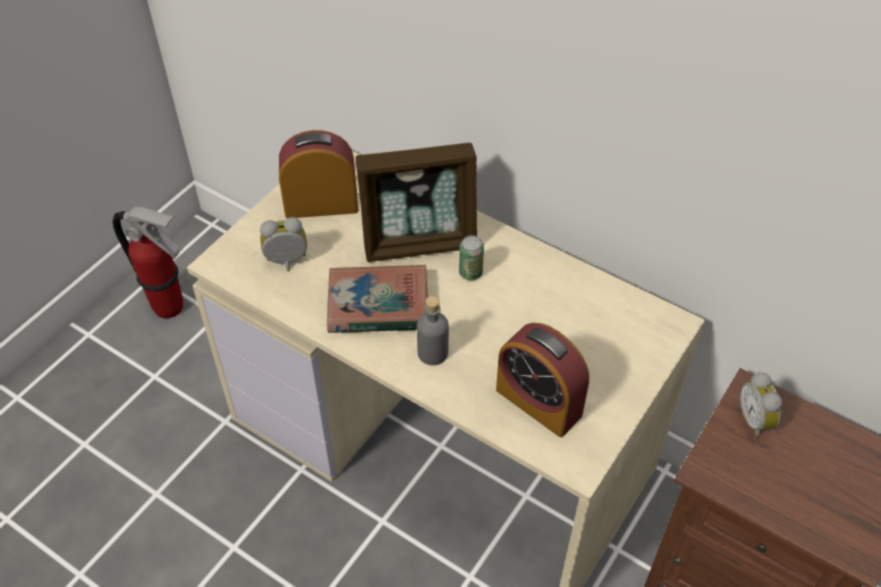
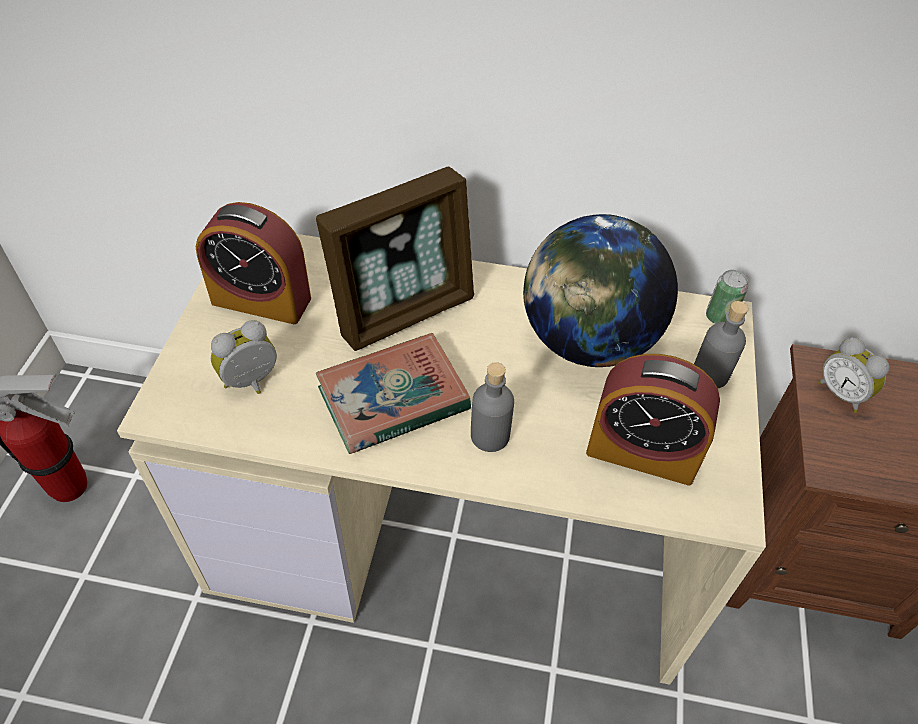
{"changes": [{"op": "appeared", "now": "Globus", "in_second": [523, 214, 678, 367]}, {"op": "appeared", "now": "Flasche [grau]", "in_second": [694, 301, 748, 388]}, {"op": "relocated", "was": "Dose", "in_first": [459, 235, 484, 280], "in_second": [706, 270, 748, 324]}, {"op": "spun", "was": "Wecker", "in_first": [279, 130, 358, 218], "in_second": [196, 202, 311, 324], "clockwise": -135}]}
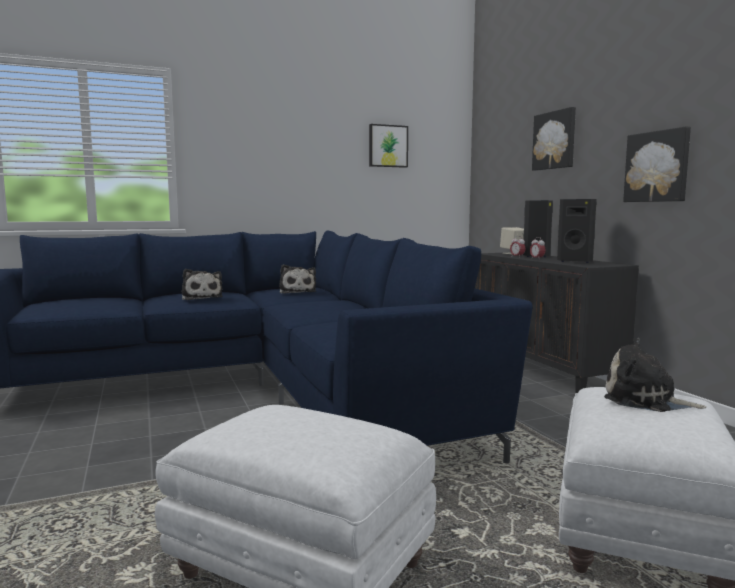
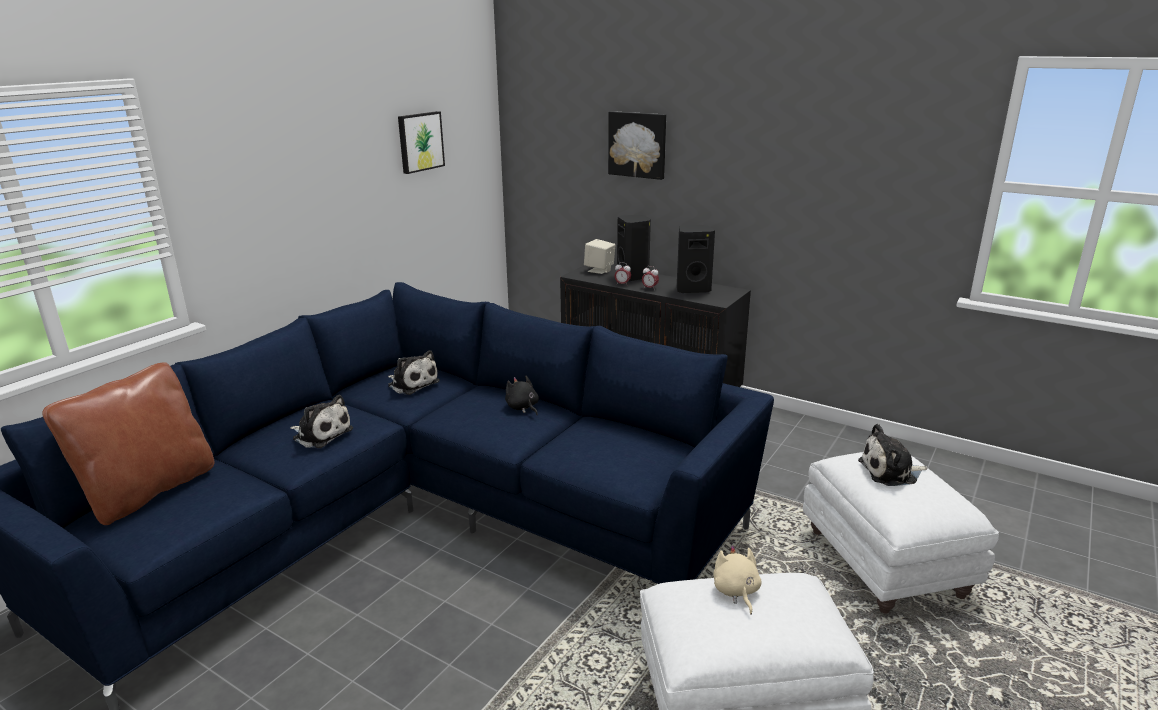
{"changes": [{"op": "missing", "was": "Bild", "in_first": [623, 127, 691, 202]}, {"op": "appeared", "now": "Kissen [braun]", "in_second": [42, 362, 214, 525]}, {"op": "appeared", "now": "Plüschtier [schwarz]", "in_second": [505, 376, 539, 415]}, {"op": "appeared", "now": "Plüschtier [beige]", "in_second": [713, 545, 762, 615]}]}
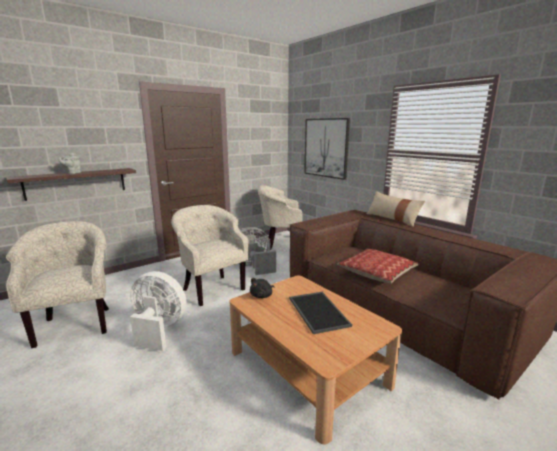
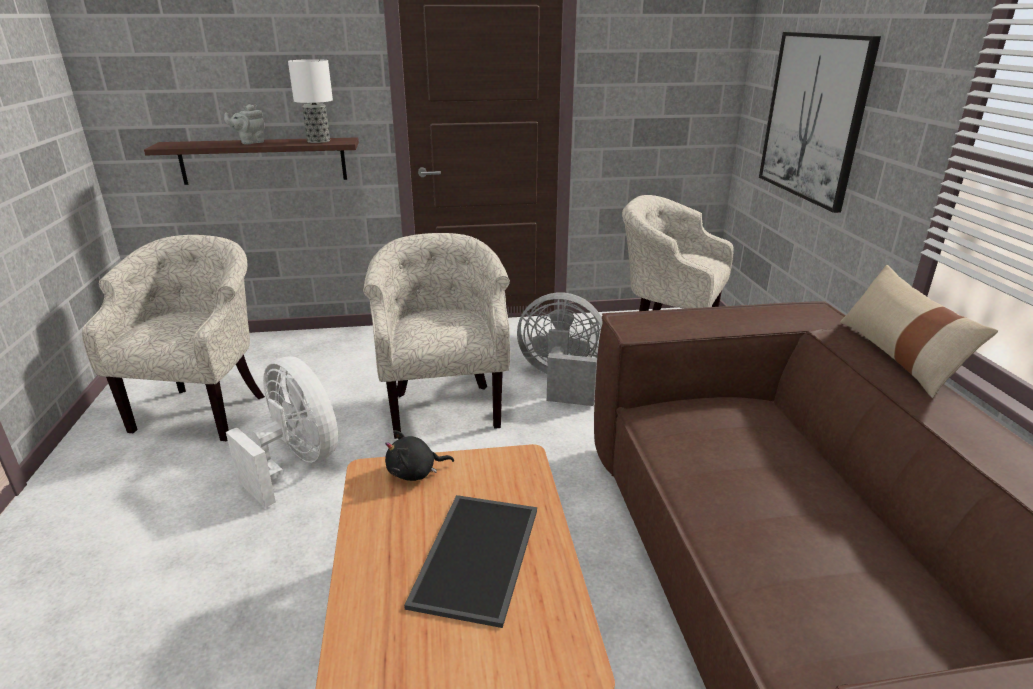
{"changes": [{"op": "missing", "was": "Kissen", "in_first": [337, 249, 419, 284]}, {"op": "appeared", "now": "Tischlampe", "in_second": [288, 59, 333, 143]}]}
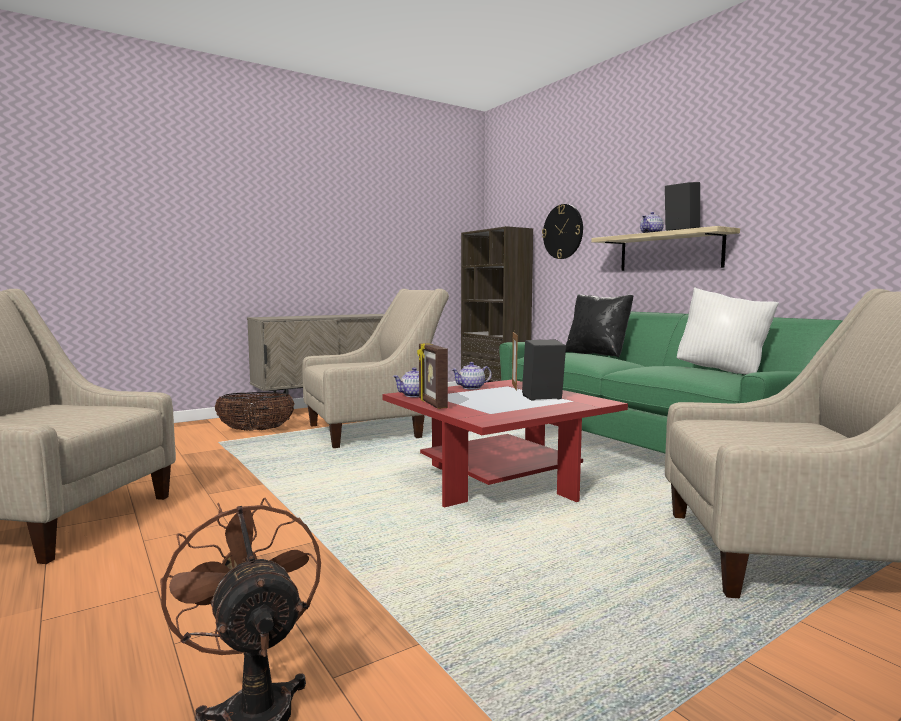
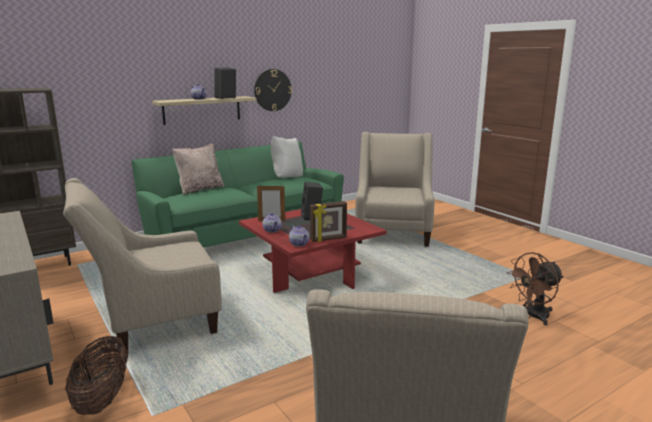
{"changes": [{"op": "relocated", "was": "Wanduhr", "in_first": [542, 204, 583, 259], "in_second": [254, 69, 292, 111]}, {"op": "colour", "was": "Kissen [schwarz]", "now": "Kissen [beige]", "in_first": [566, 294, 634, 358], "in_second": [172, 144, 224, 195]}, {"op": "spun", "was": "Sessel [beige]", "in_first": [302, 289, 449, 448], "in_second": [63, 178, 222, 353], "clockwise": -90}]}
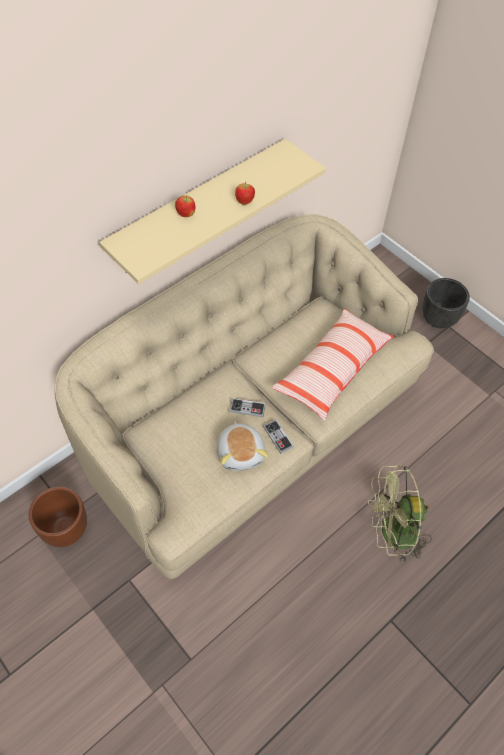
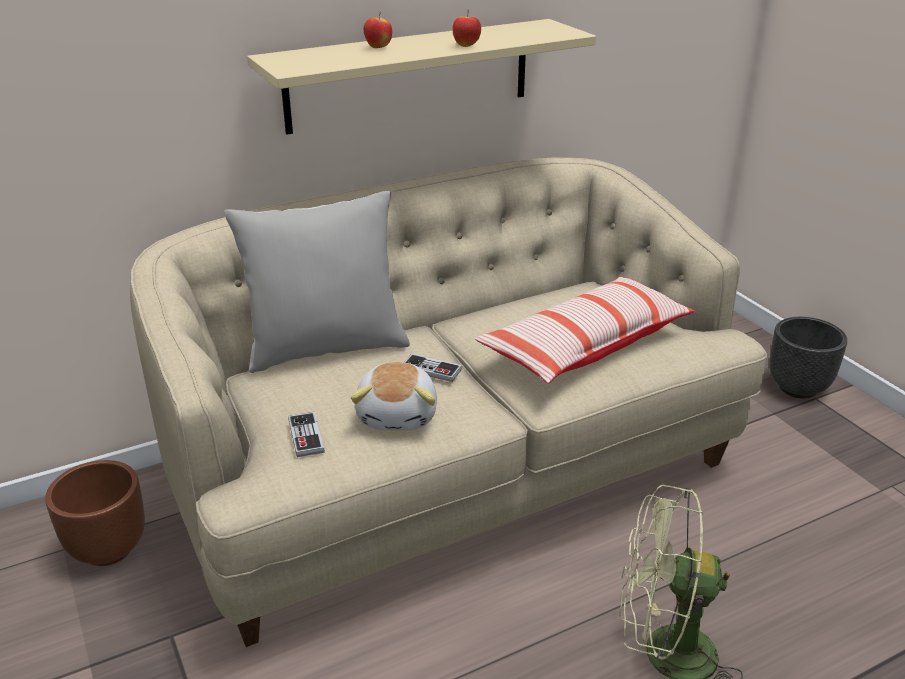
{"changes": [{"op": "appeared", "now": "Kissen [grau]", "in_second": [224, 191, 410, 373]}, {"op": "relocated", "was": "Gamepad", "in_first": [263, 420, 294, 454], "in_second": [288, 412, 325, 457]}]}
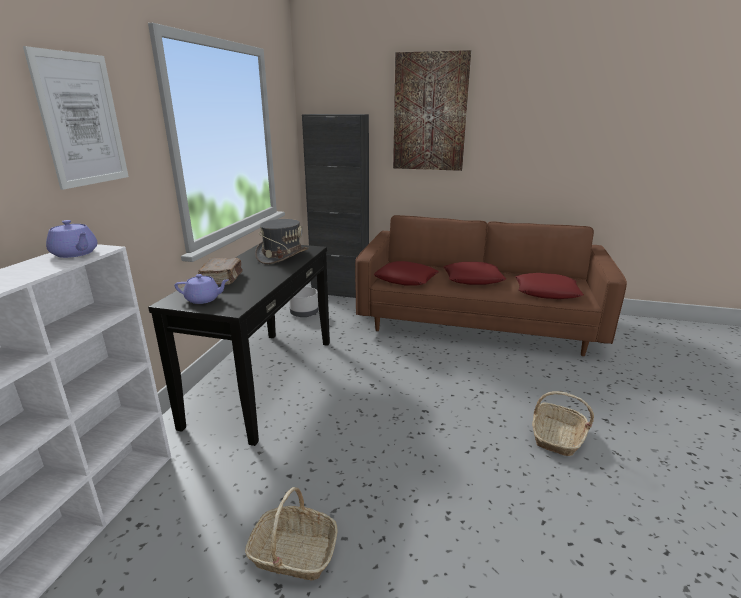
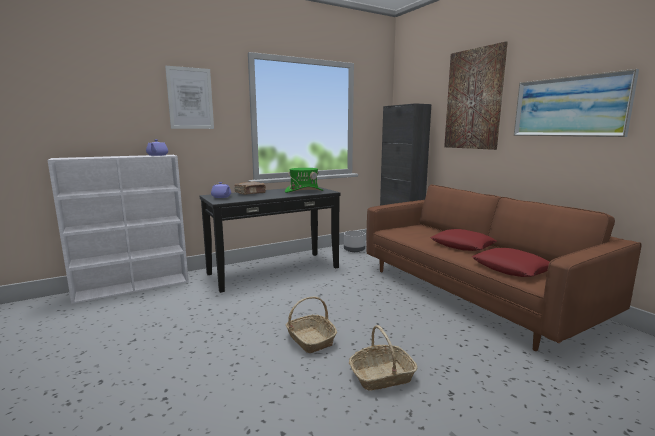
{"changes": [{"op": "missing", "was": "Kissen [rot]", "in_first": [374, 261, 439, 286]}, {"op": "appeared", "now": "Bild", "in_second": [514, 69, 639, 137]}, {"op": "relocated", "was": "Korb", "in_first": [245, 487, 338, 581], "in_second": [286, 297, 337, 353]}, {"op": "colour", "was": "Hut [grau]", "now": "Hut [grün]", "in_first": [255, 219, 308, 264], "in_second": [285, 168, 323, 193]}]}
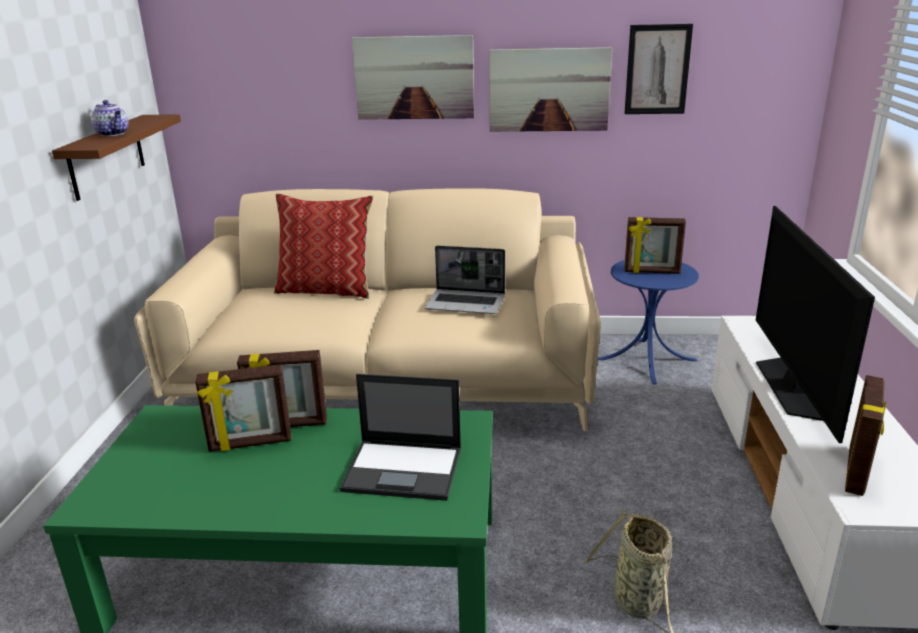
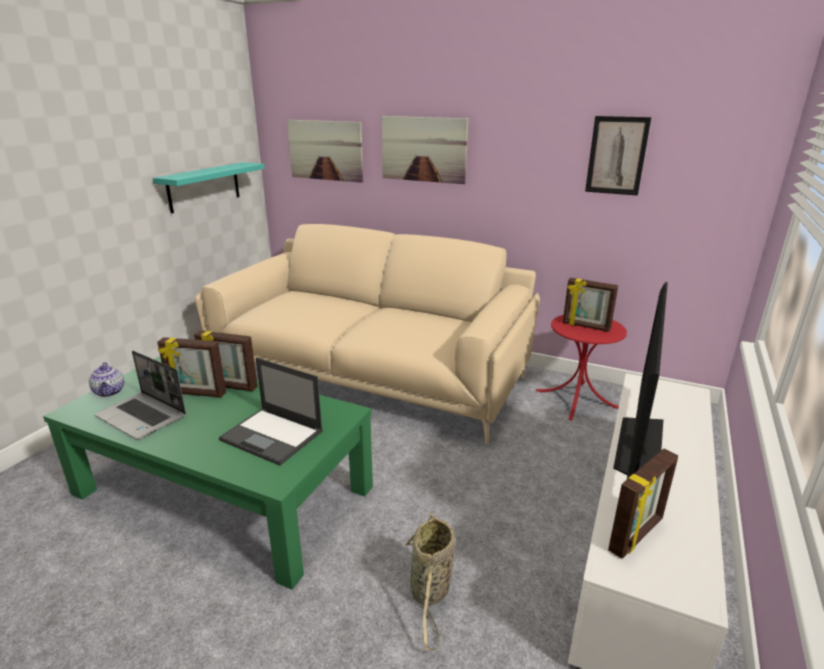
{"changes": [{"op": "missing", "was": "Kissen", "in_first": [274, 193, 373, 299]}, {"op": "relocated", "was": "Teekanne", "in_first": [91, 100, 128, 136], "in_second": [89, 362, 124, 397]}, {"op": "relocated", "was": "Laptop", "in_first": [425, 245, 505, 314], "in_second": [94, 351, 186, 440]}, {"op": "relocated", "was": "Bild", "in_first": [489, 47, 612, 132], "in_second": [287, 120, 363, 183]}, {"op": "colour", "was": "Wandregal [braun]", "now": "Wandregal [türkis]", "in_first": [52, 114, 181, 201], "in_second": [153, 162, 265, 214]}, {"op": "colour", "was": "Beistelltisch [blau]", "now": "Beistelltisch [rot]", "in_first": [598, 260, 699, 384], "in_second": [536, 315, 627, 421]}]}
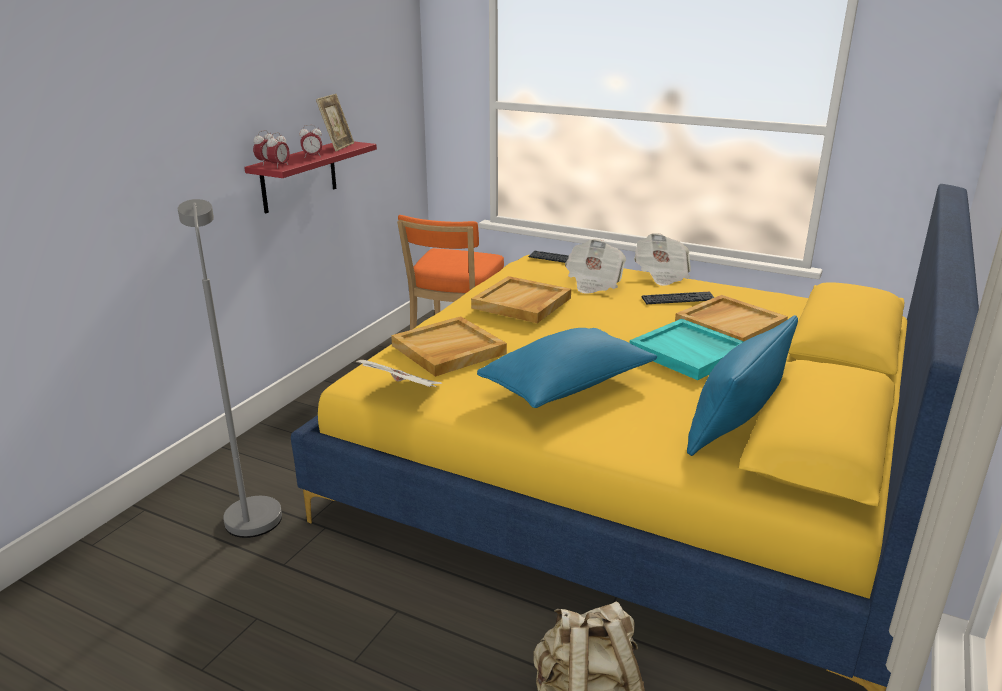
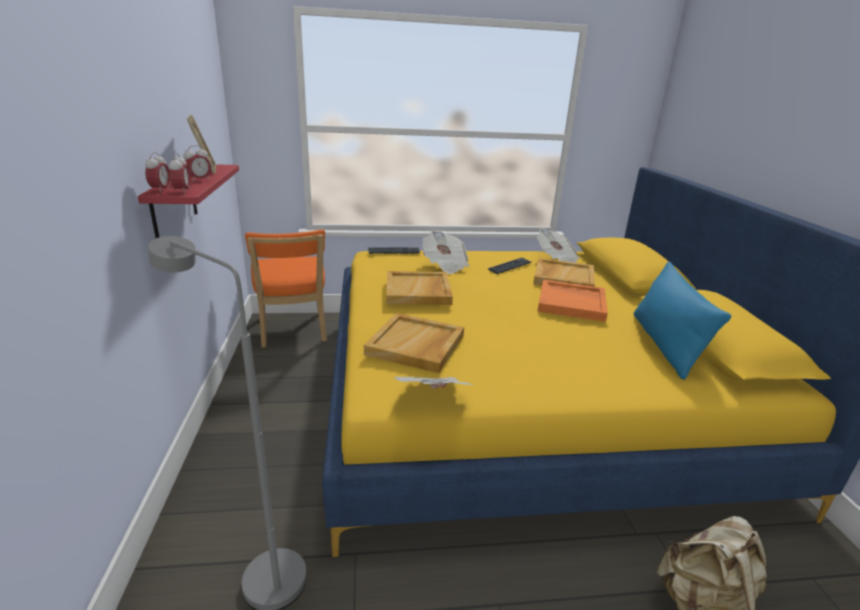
{"changes": [{"op": "missing", "was": "Kissen [blau]", "in_first": [477, 328, 657, 408]}, {"op": "relocated", "was": "Zeitung", "in_first": [634, 233, 691, 286], "in_second": [537, 228, 580, 263]}, {"op": "colour", "was": "Tablett [türkis]", "now": "Tablett [orange]", "in_first": [630, 319, 744, 380], "in_second": [538, 280, 608, 322]}]}
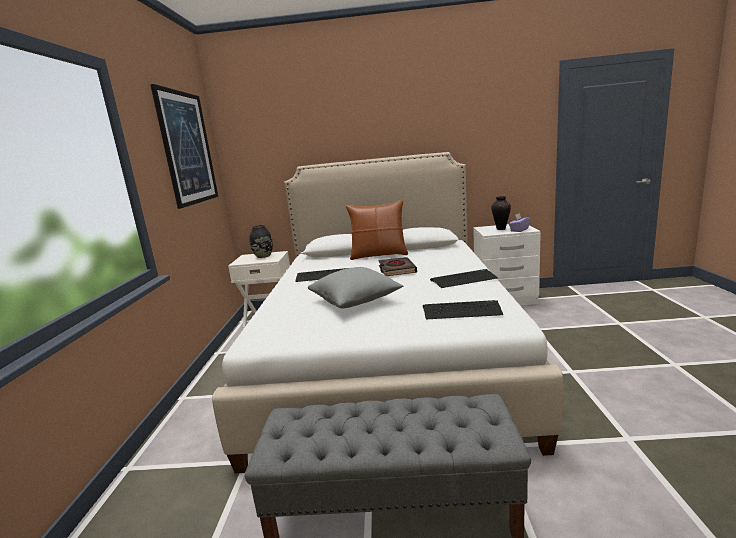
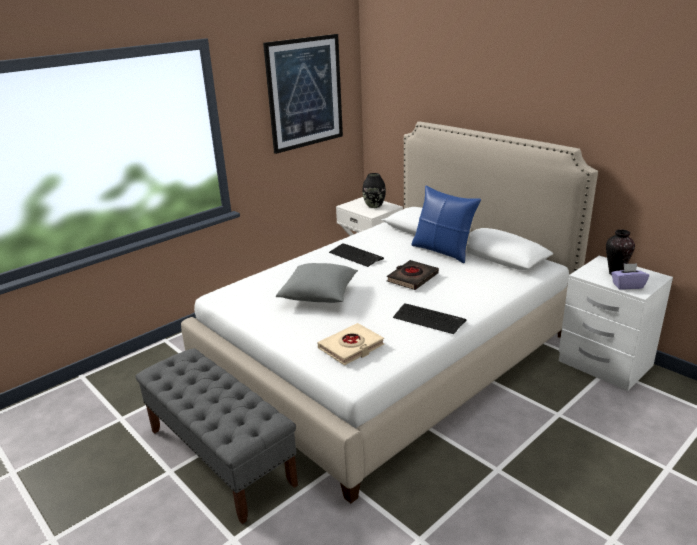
{"changes": [{"op": "exchanged", "was": "Tastatur", "now": "Buch [beige]", "in_first": [423, 300, 503, 319], "in_second": [318, 323, 384, 365]}, {"op": "colour", "was": "Kissen [braun]", "now": "Kissen [blau]", "in_first": [346, 200, 408, 260], "in_second": [411, 186, 481, 263]}]}
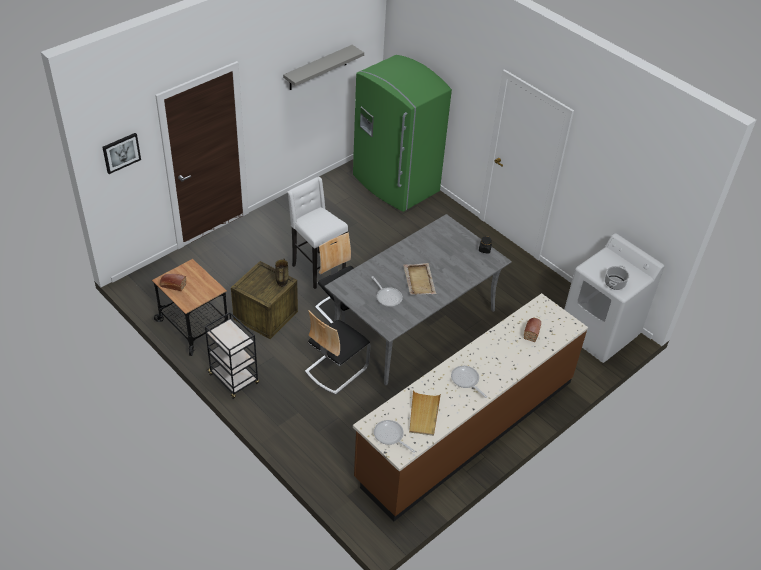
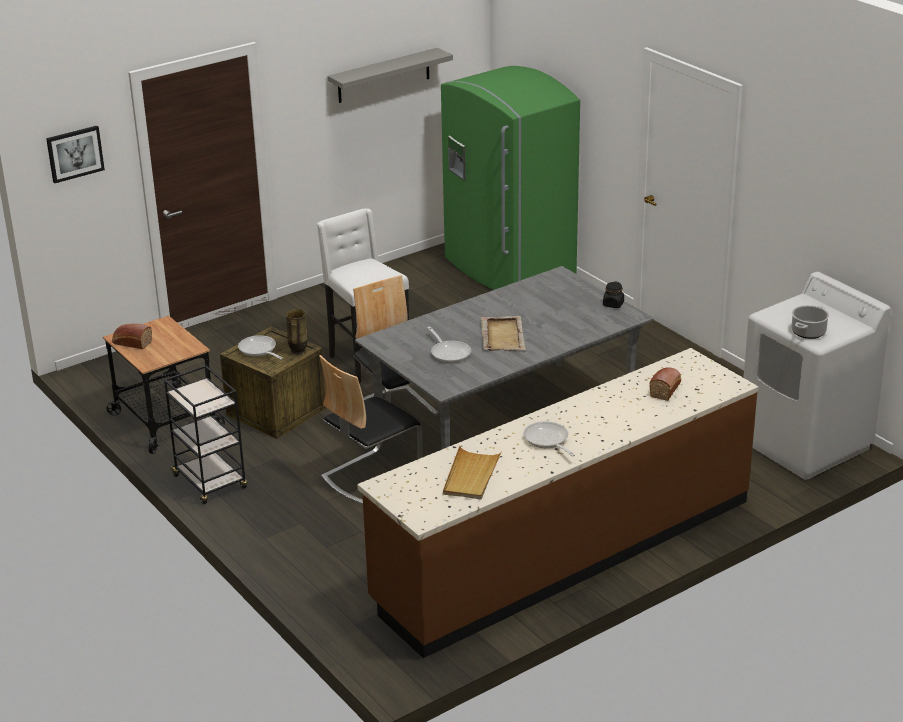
{"changes": [{"op": "relocated", "was": "Pfanne", "in_first": [374, 420, 415, 453], "in_second": [238, 335, 283, 360]}]}
